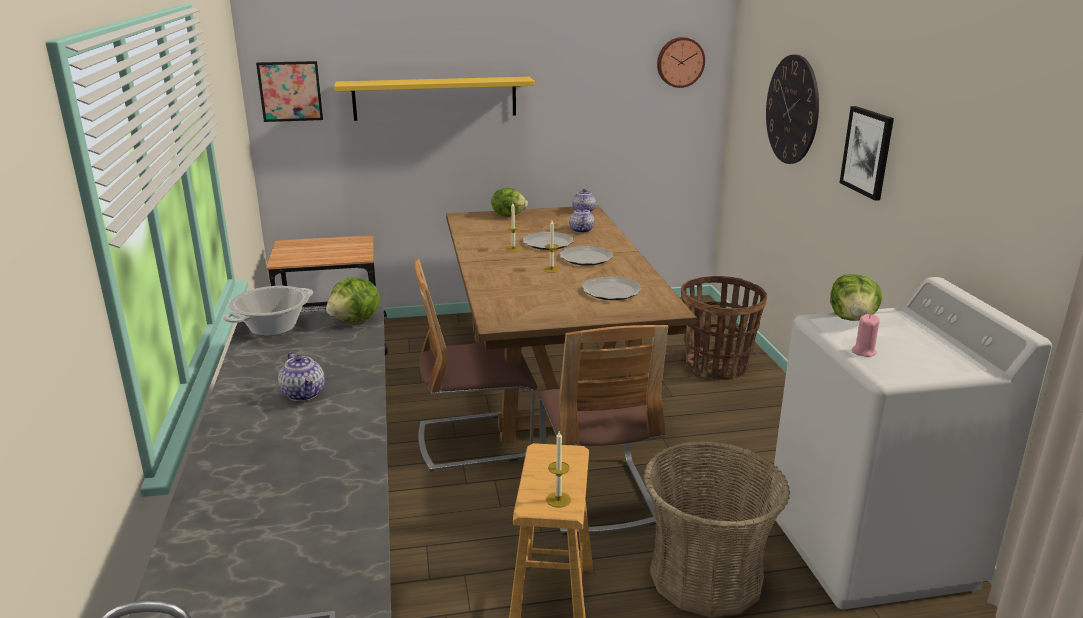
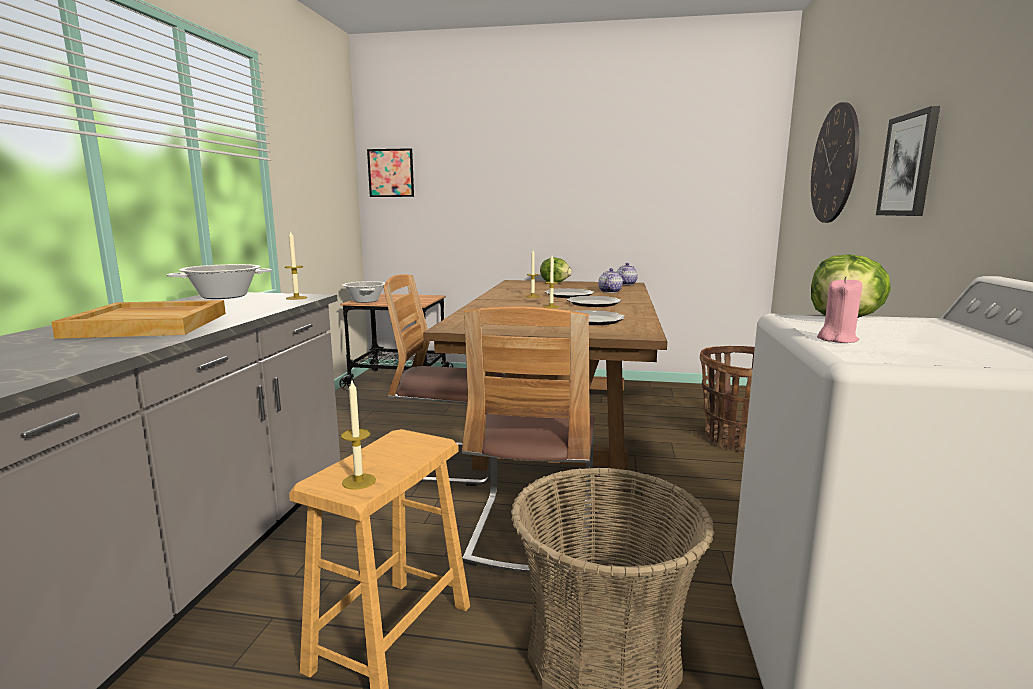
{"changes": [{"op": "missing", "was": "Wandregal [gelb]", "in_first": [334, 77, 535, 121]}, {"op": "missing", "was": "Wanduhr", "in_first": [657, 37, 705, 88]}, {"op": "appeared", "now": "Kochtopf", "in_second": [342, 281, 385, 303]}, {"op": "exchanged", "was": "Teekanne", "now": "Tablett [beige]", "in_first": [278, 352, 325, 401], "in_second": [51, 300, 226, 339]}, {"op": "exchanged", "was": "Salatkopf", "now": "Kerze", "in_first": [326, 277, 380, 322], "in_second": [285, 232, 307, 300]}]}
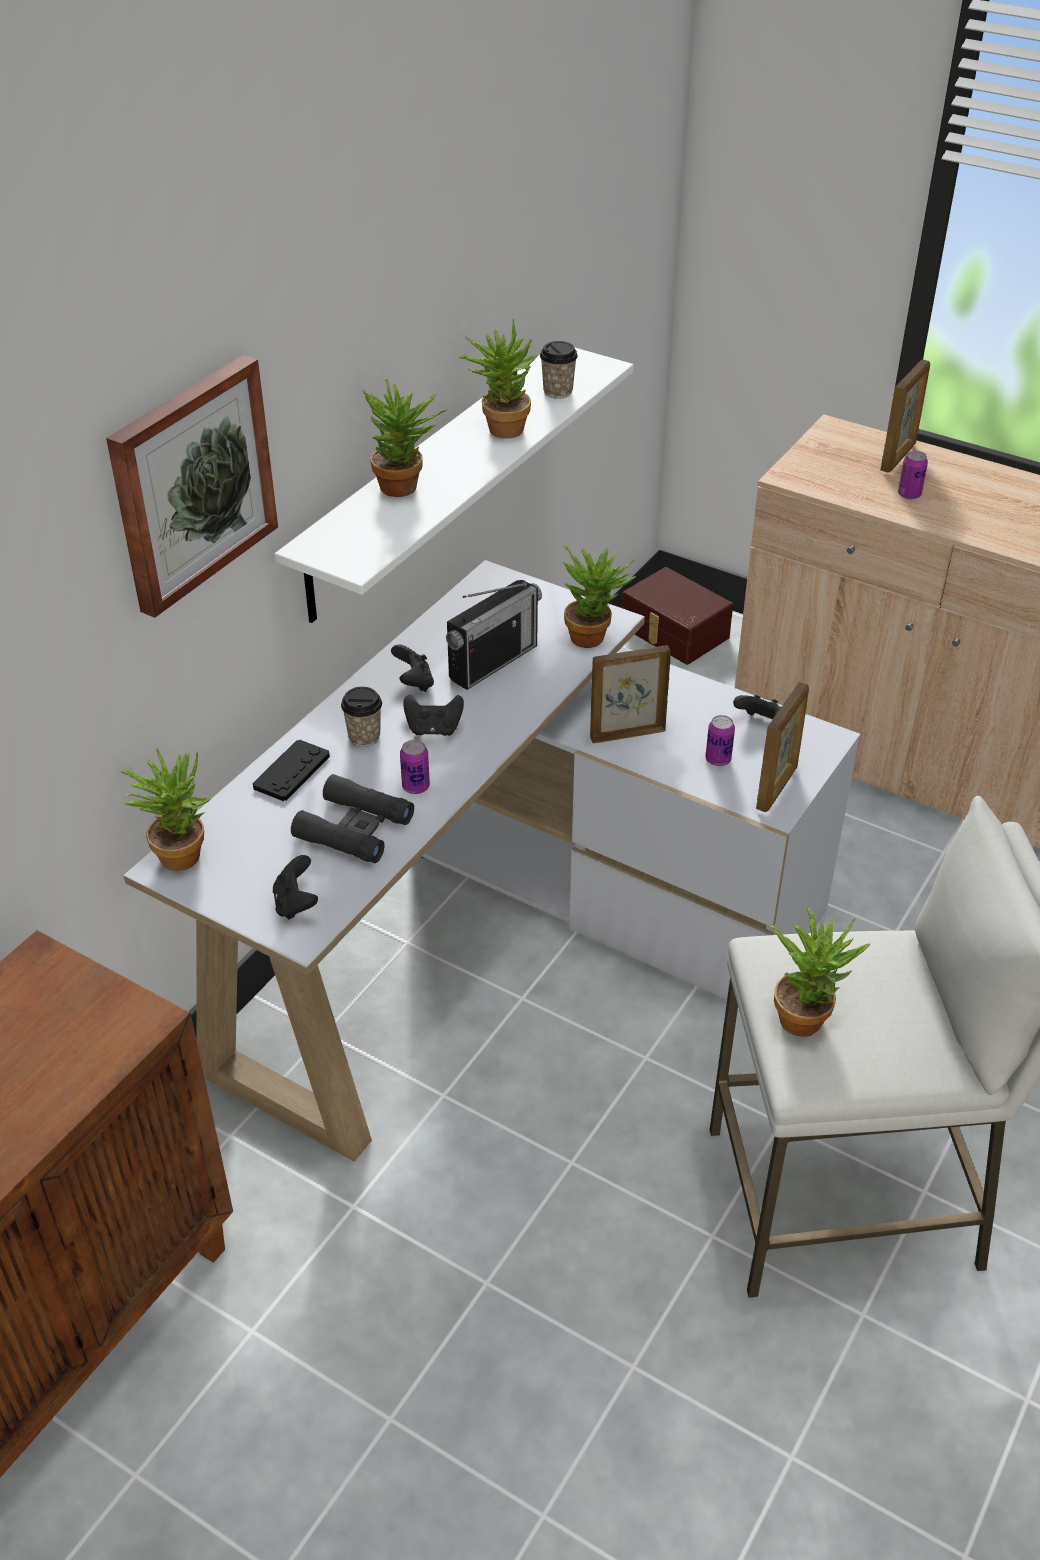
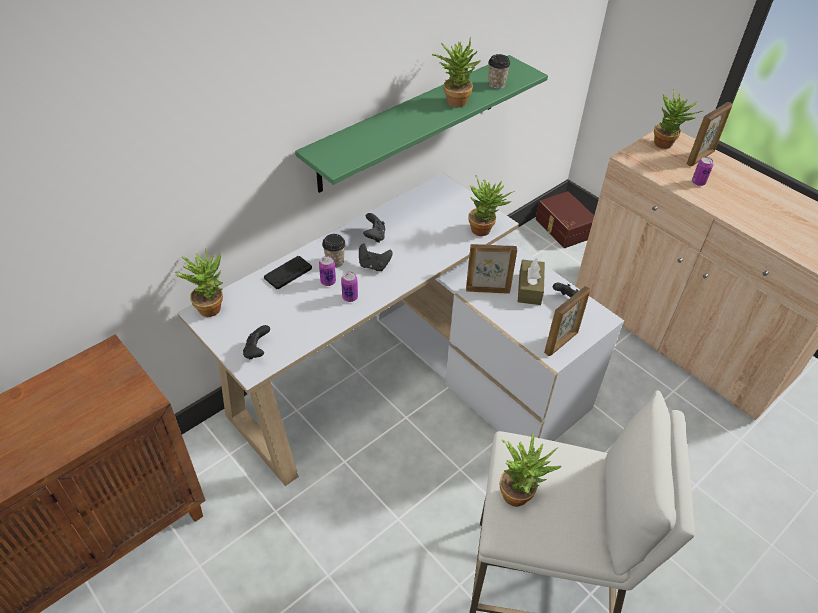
{"changes": [{"op": "missing", "was": "Bild", "in_first": [106, 355, 278, 618]}, {"op": "missing", "was": "Fernglas [schwarz]", "in_first": [291, 774, 414, 863]}, {"op": "missing", "was": "Radio", "in_first": [446, 580, 542, 690]}, {"op": "appeared", "now": "Taschentuchbox [braun]", "in_second": [518, 259, 545, 305]}, {"op": "relocated", "was": "Topfpflanze", "in_first": [362, 377, 447, 497], "in_second": [654, 89, 702, 149]}, {"op": "relocated", "was": "Dose", "in_first": [706, 715, 735, 766], "in_second": [319, 256, 336, 286]}, {"op": "colour", "was": "Wandregal [weiß]", "now": "Wandregal [grün]", "in_first": [275, 347, 634, 623], "in_second": [295, 55, 548, 193]}]}
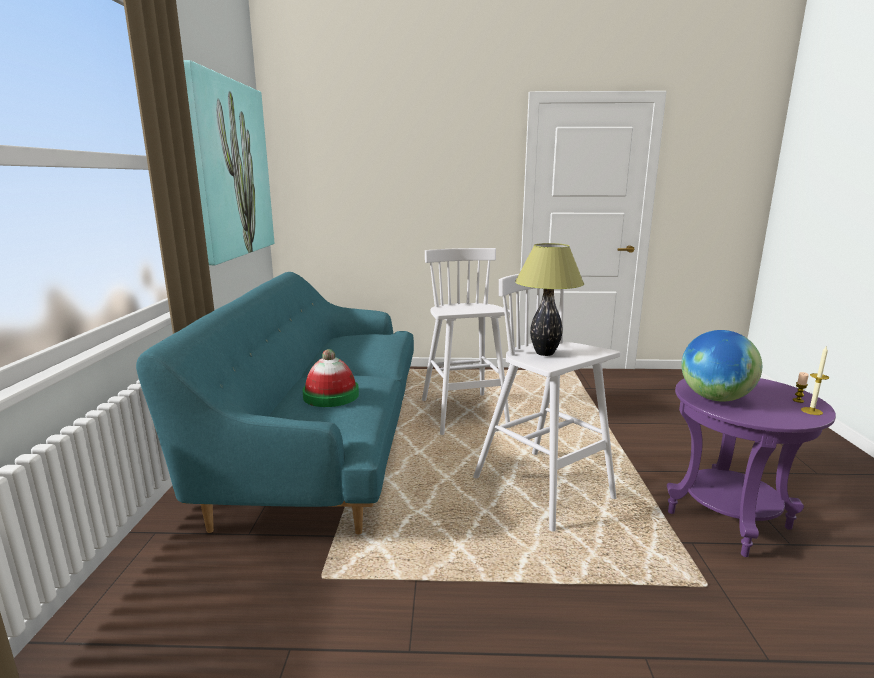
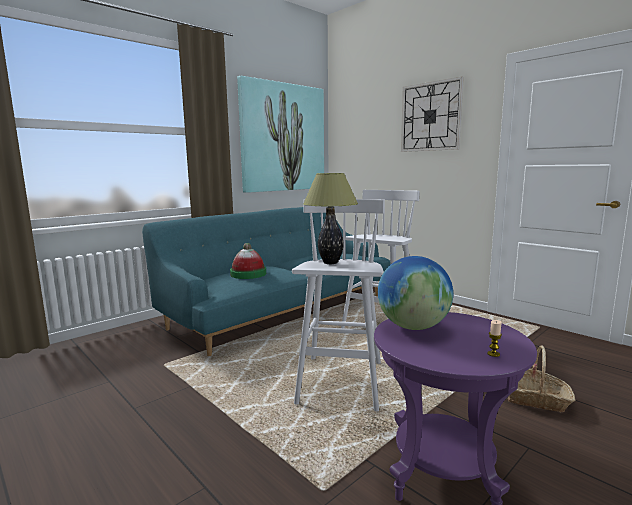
{"changes": [{"op": "missing", "was": "Kerze", "in_first": [801, 345, 829, 415]}, {"op": "appeared", "now": "Wanduhr", "in_second": [401, 77, 464, 152]}, {"op": "appeared", "now": "Korb", "in_second": [508, 345, 576, 412]}]}
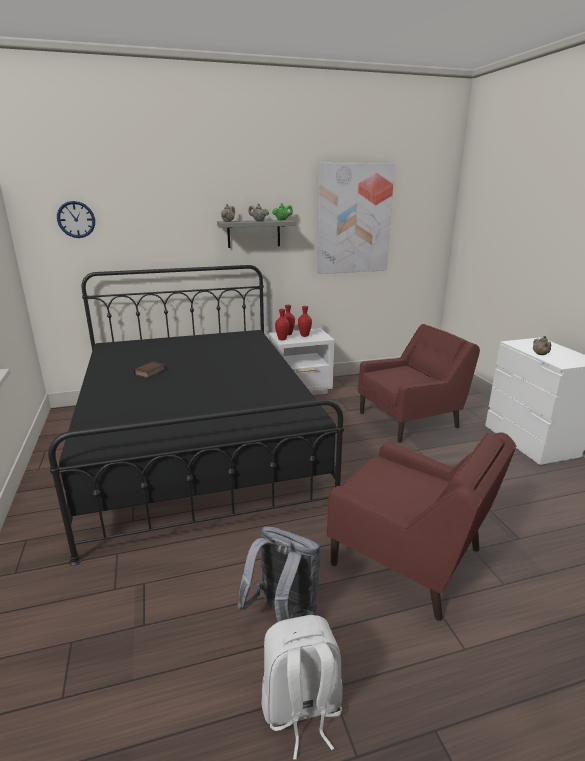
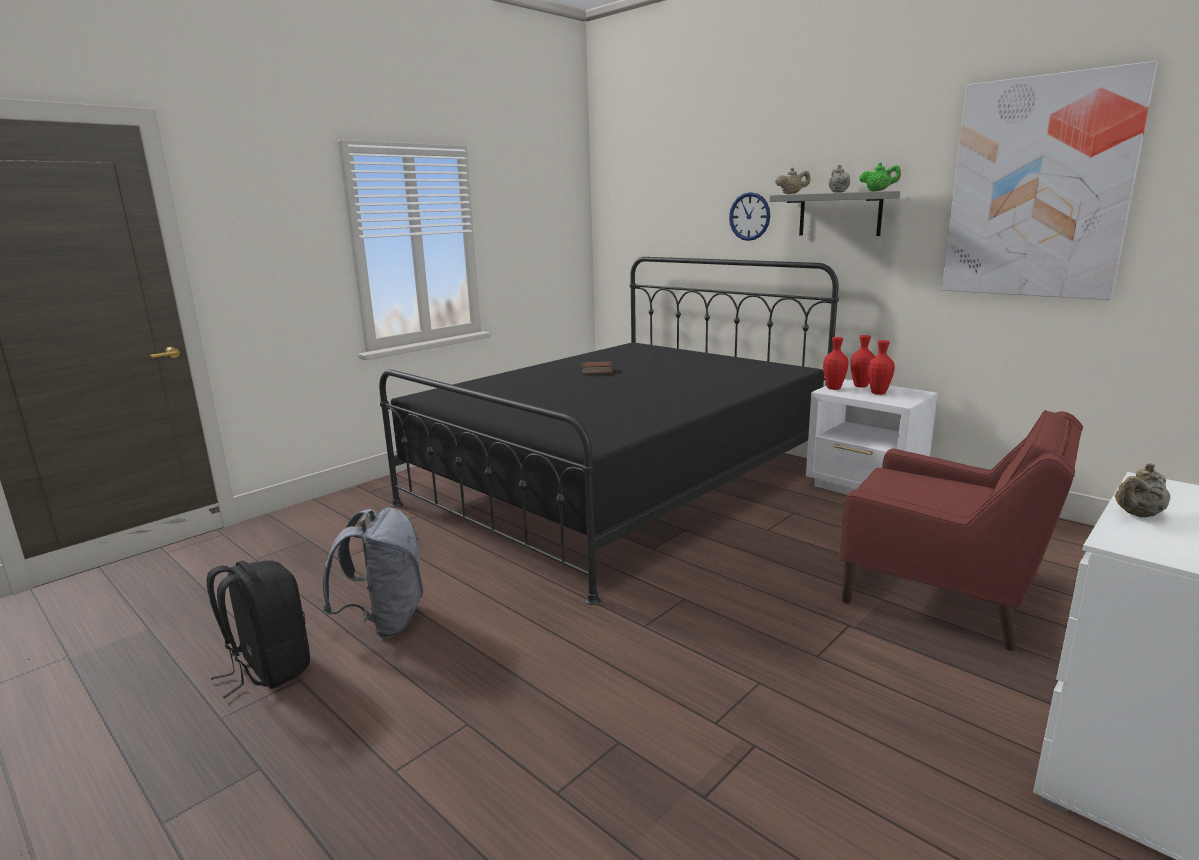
{"changes": [{"op": "missing", "was": "Sessel [rot]", "in_first": [327, 432, 516, 621]}, {"op": "relocated", "was": "Wanduhr", "in_first": [57, 201, 95, 238], "in_second": [729, 192, 770, 241]}, {"op": "colour", "was": "Rucksack [weiß]", "now": "Rucksack [schwarz]", "in_first": [261, 615, 342, 760], "in_second": [207, 560, 310, 698]}]}
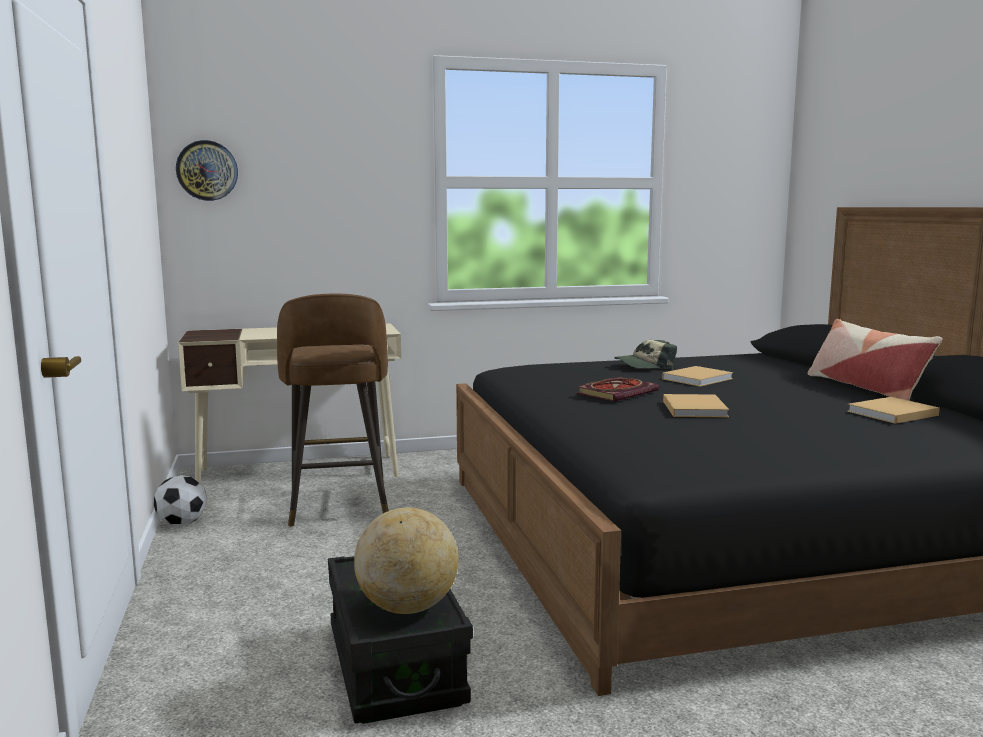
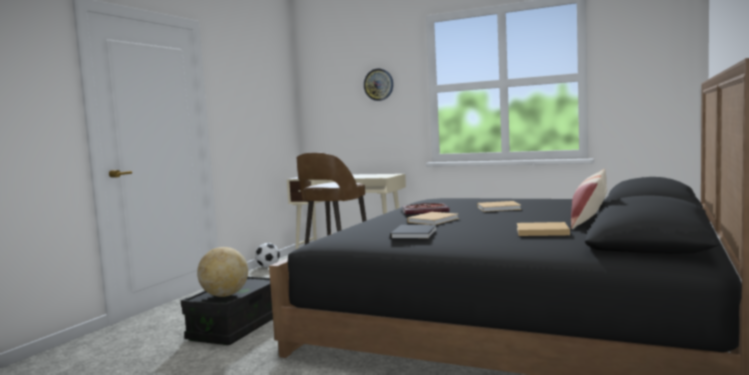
{"changes": [{"op": "missing", "was": "Kappe", "in_first": [614, 340, 677, 370]}, {"op": "appeared", "now": "Buch [schwarz]", "in_second": [390, 225, 437, 239]}, {"op": "relocated", "was": "Wanduhr", "in_first": [176, 140, 238, 201], "in_second": [364, 68, 393, 101]}]}
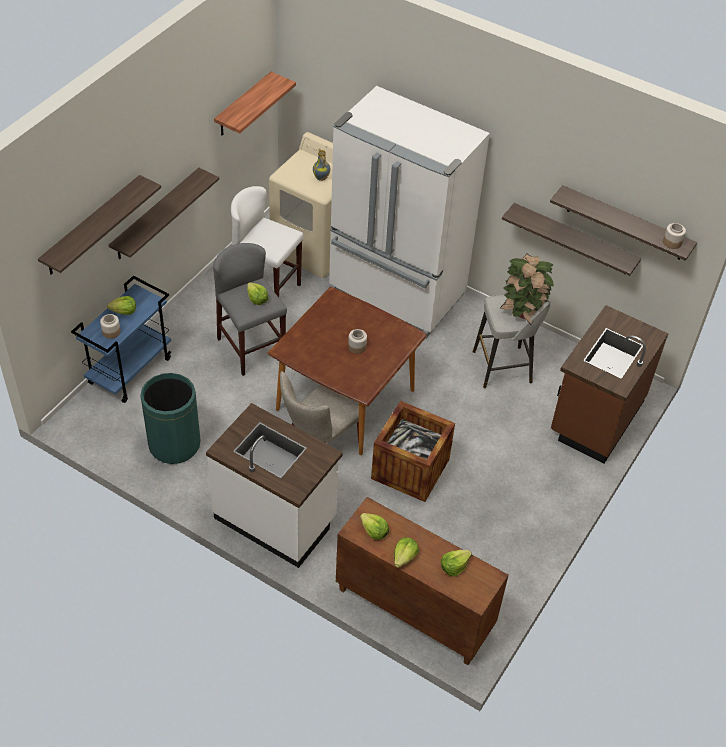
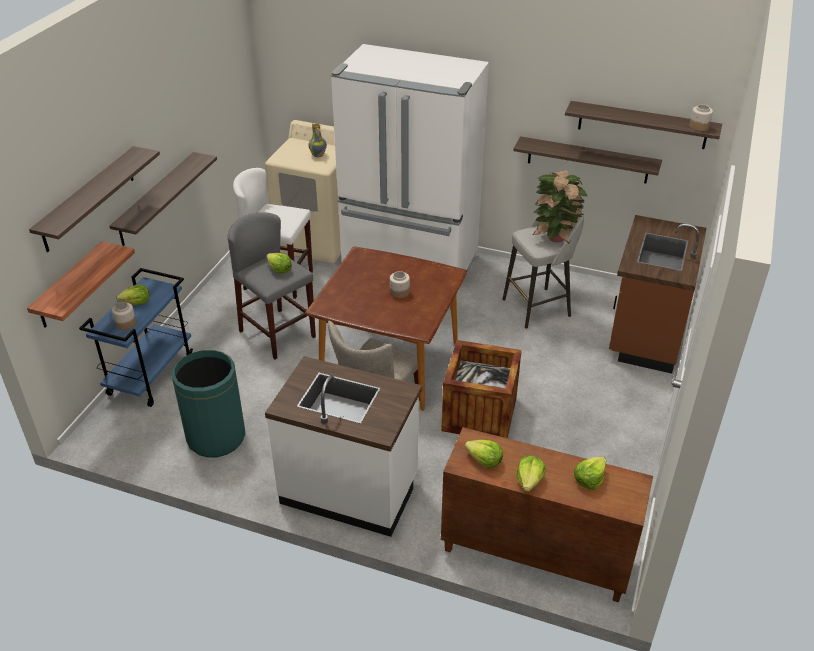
{"changes": [{"op": "relocated", "was": "Wandregal", "in_first": [214, 72, 296, 135], "in_second": [27, 241, 135, 328]}]}
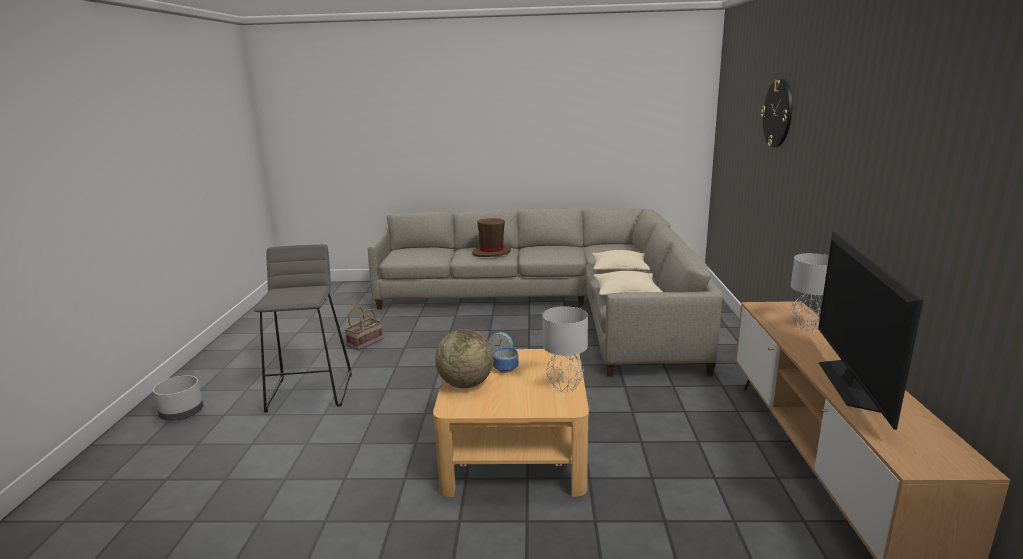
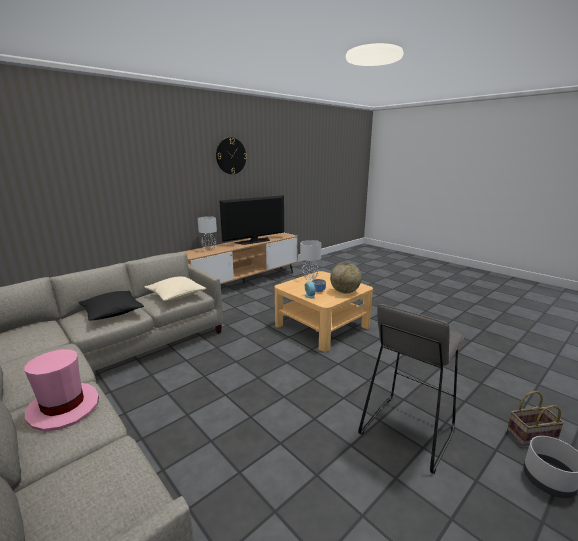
{"changes": [{"op": "relocated", "was": "Korb", "in_first": [344, 306, 383, 351], "in_second": [507, 391, 564, 446]}, {"op": "relocated", "was": "Wanduhr", "in_first": [761, 79, 792, 147], "in_second": [216, 138, 247, 174]}, {"op": "colour", "was": "Hut [braun]", "now": "Hut [rosa]", "in_first": [472, 218, 511, 257], "in_second": [24, 349, 99, 432]}, {"op": "colour", "was": "Kissen [beige]", "now": "Kissen [schwarz]", "in_first": [592, 250, 650, 273], "in_second": [78, 291, 144, 321]}]}
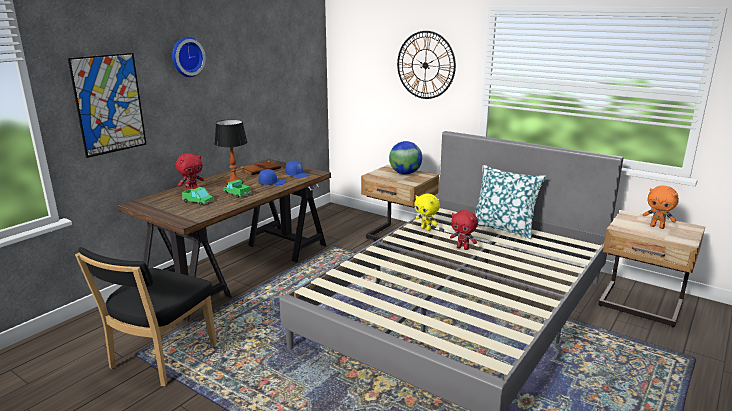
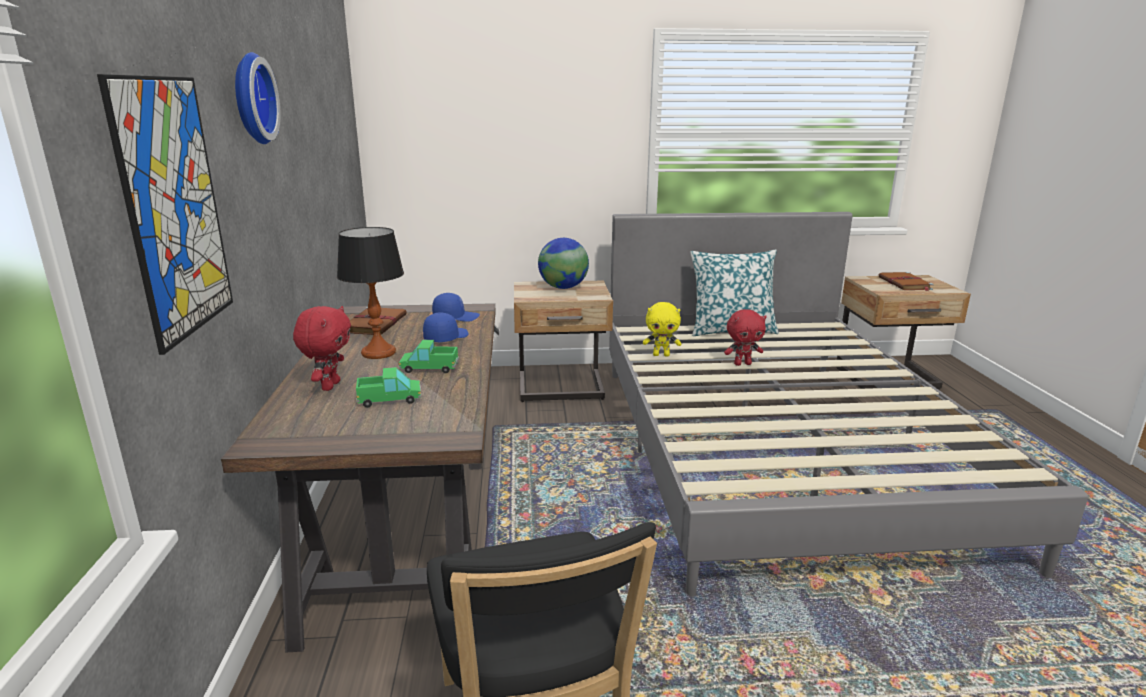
{"changes": [{"op": "missing", "was": "Wanduhr", "in_first": [397, 31, 456, 99]}, {"op": "exchanged", "was": "Plüschtier [orange]", "now": "Buch [braun]", "in_first": [643, 185, 679, 229], "in_second": [879, 272, 934, 291]}]}
